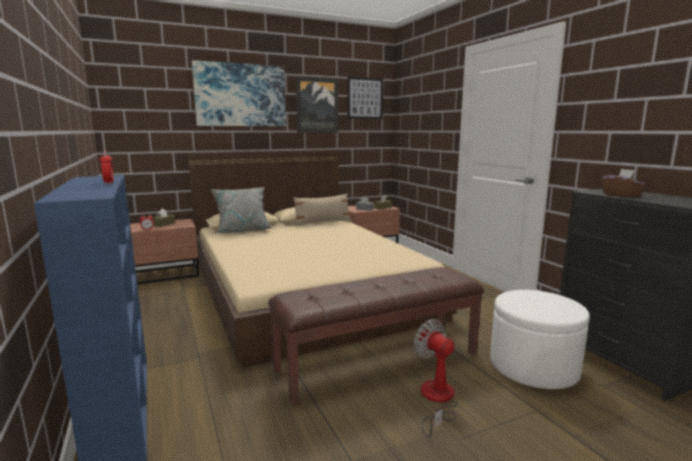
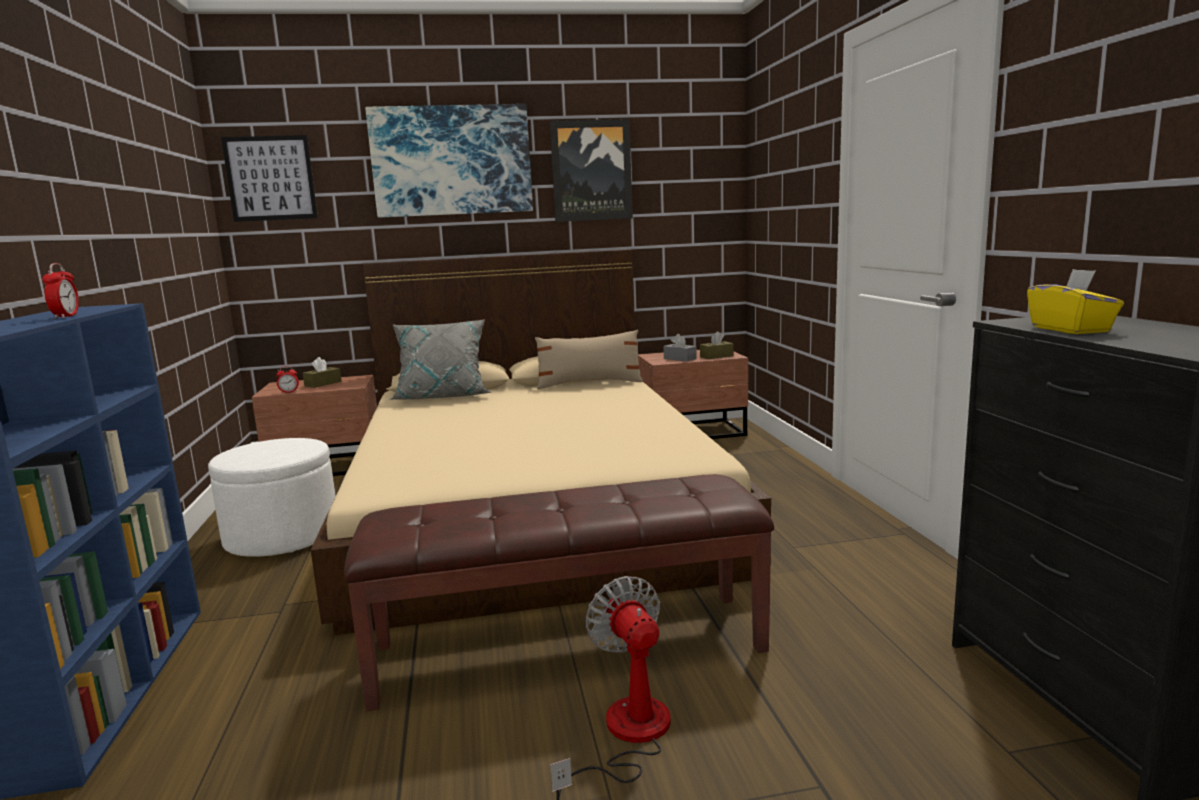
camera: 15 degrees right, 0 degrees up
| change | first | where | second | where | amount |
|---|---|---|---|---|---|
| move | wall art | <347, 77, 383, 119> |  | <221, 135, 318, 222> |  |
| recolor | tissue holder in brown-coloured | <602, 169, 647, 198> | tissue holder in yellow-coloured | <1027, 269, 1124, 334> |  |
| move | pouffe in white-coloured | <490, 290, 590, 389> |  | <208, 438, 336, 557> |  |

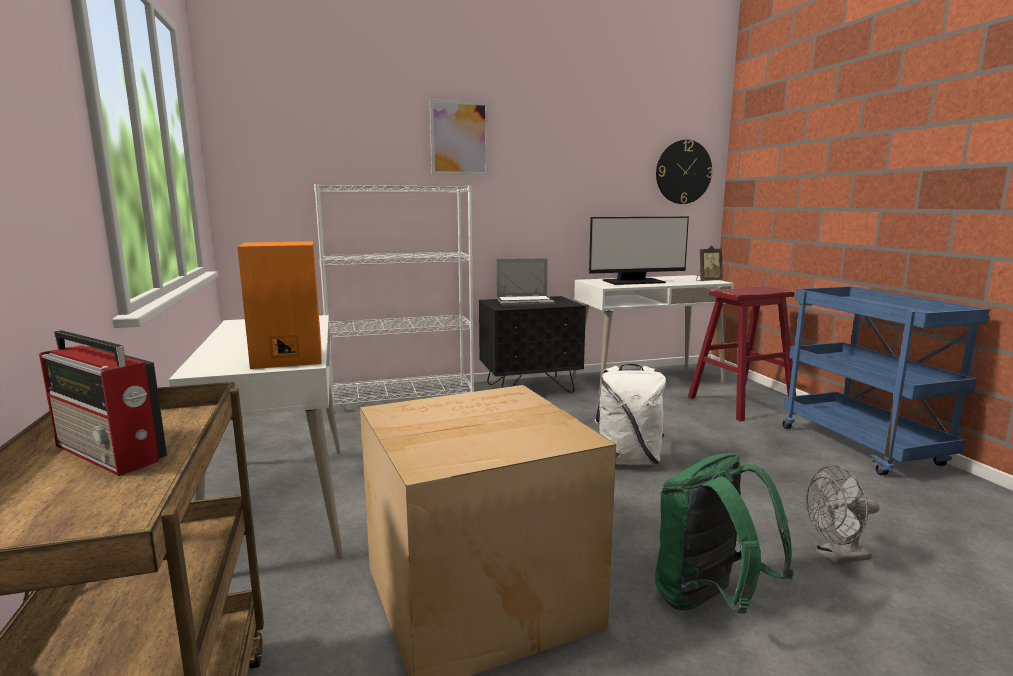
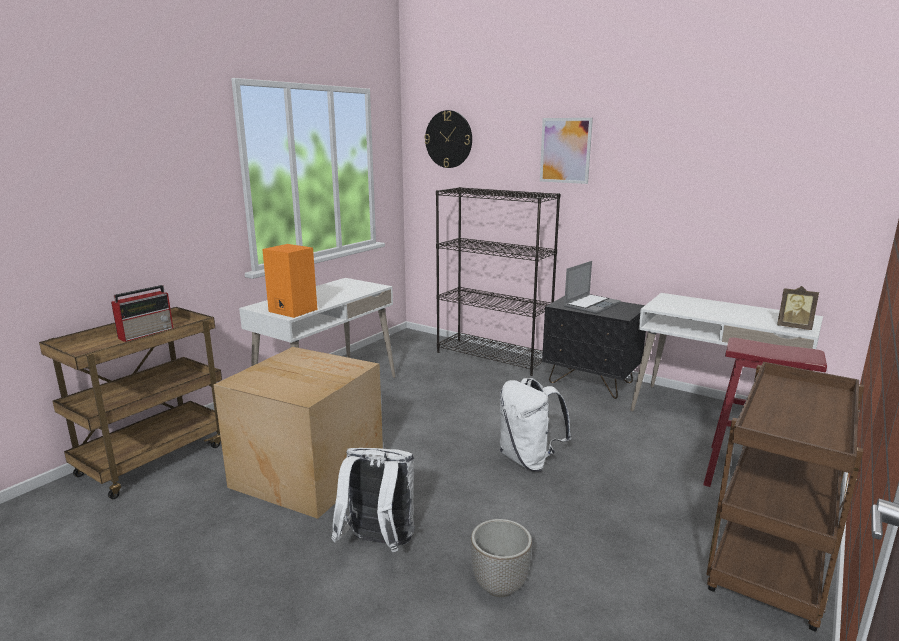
camera: 50 degrees right, 5 degrees up
| change | first | where | second | where | amount |
|---|---|---|---|---|---|
| move | wall clock | <656, 140, 713, 204> |  | <424, 110, 472, 168> |  |
| recolor | bookcase in white-coloured | <314, 184, 474, 407> | bookcase in black | <436, 187, 560, 376> |  |
| delete | computer display | <589, 217, 689, 285> |  |  |  |
| rotate | notebook computer | <497, 258, 555, 307> |  | <564, 261, 621, 314> | 90 degrees counterclockwise |
| recolor | trolley in blue | <783, 286, 990, 476> | trolley in brown-coloured | <706, 362, 864, 632> |  |
| rotate | radio | <39, 330, 167, 476> |  | <111, 285, 173, 342> | 135 degrees counterclockwise |
| recolor | backpack in green-coloured | <655, 453, 794, 614> | backpack in white-coloured | <331, 448, 415, 552> |  |
| replace | fan in grey | <805, 465, 880, 565> | planter | <471, 519, 532, 597> |  |

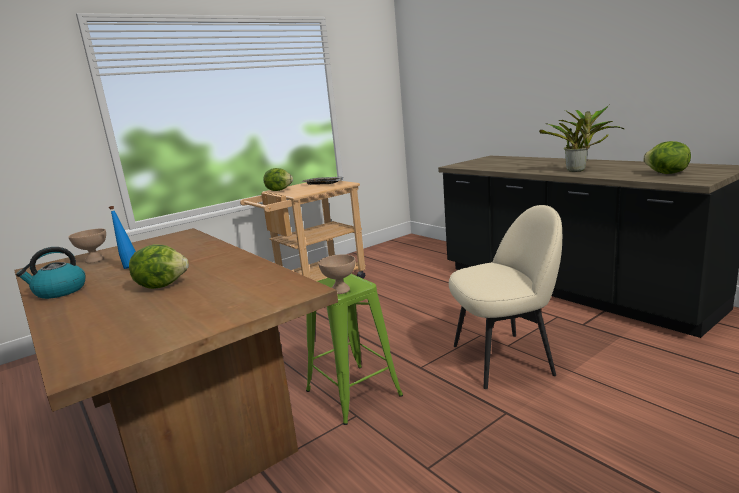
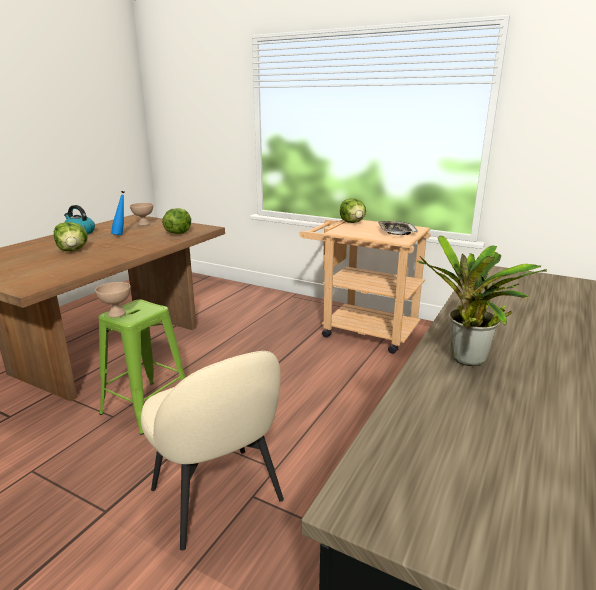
camera: 65 degrees right, 5 degrees up
| change | first | where | second | where | amount |
|---|---|---|---|---|---|
| move | lettuce head | <643, 141, 691, 174> |  | <162, 208, 191, 234> |  |

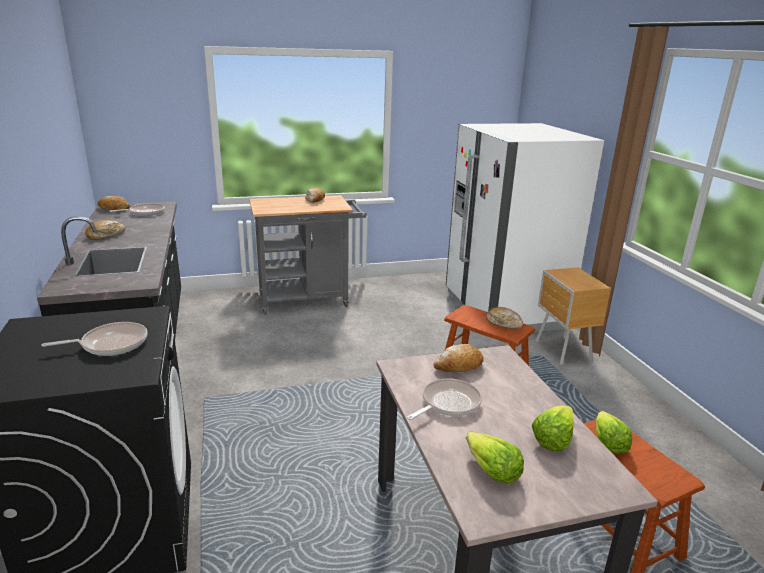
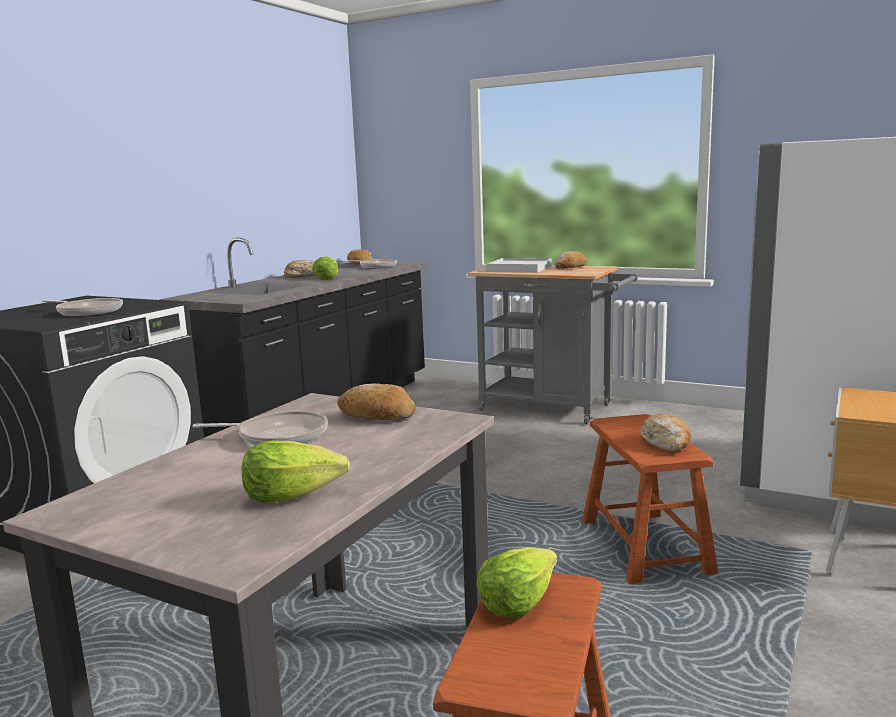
camera: 45 degrees right, 10 degrees down
| change | first | where | second | where | amount |
|---|---|---|---|---|---|
| move | lettuce head | <466, 432, 524, 484> |  | <312, 257, 338, 280> |  |
| insert |  |  | carrying tray in white-coloured | <486, 258, 551, 273> |  |

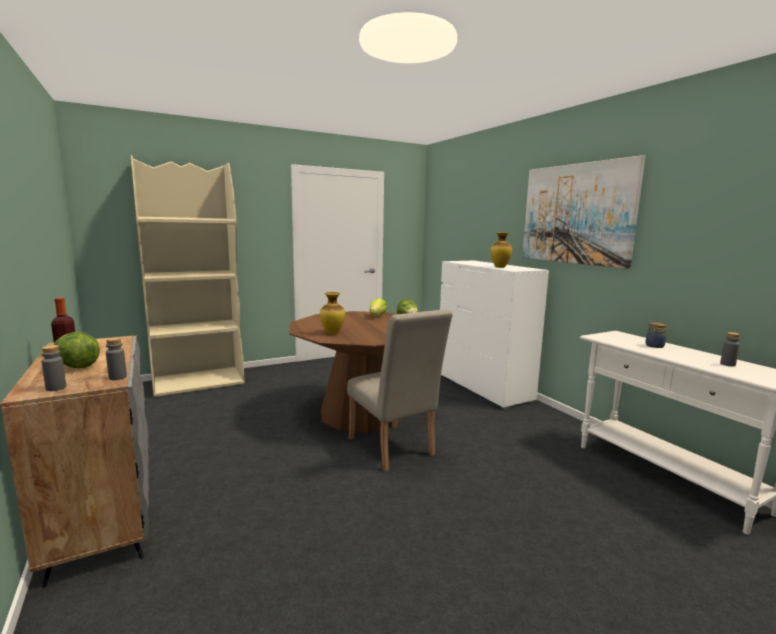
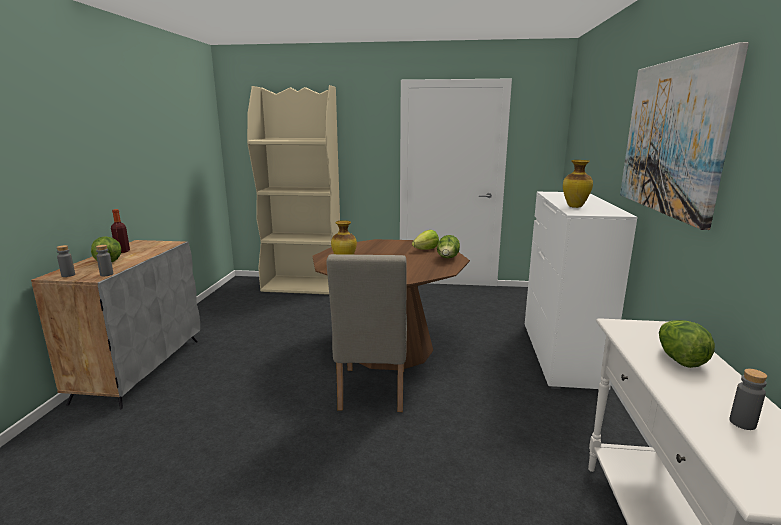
camera: 35 degrees right, 5 degrees up
| change | first | where | second | where | amount |
|---|---|---|---|---|---|
| replace | jar | <645, 322, 667, 348> | lettuce head | <659, 320, 715, 368> |  |

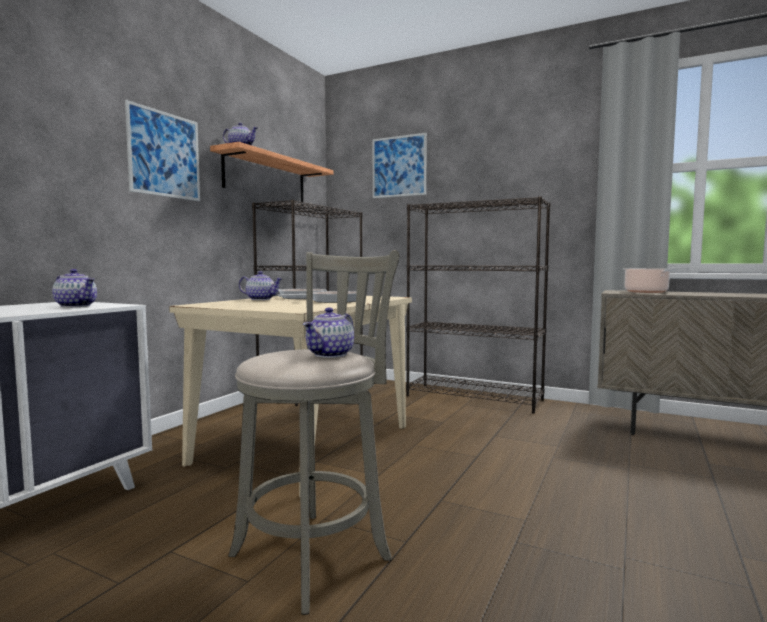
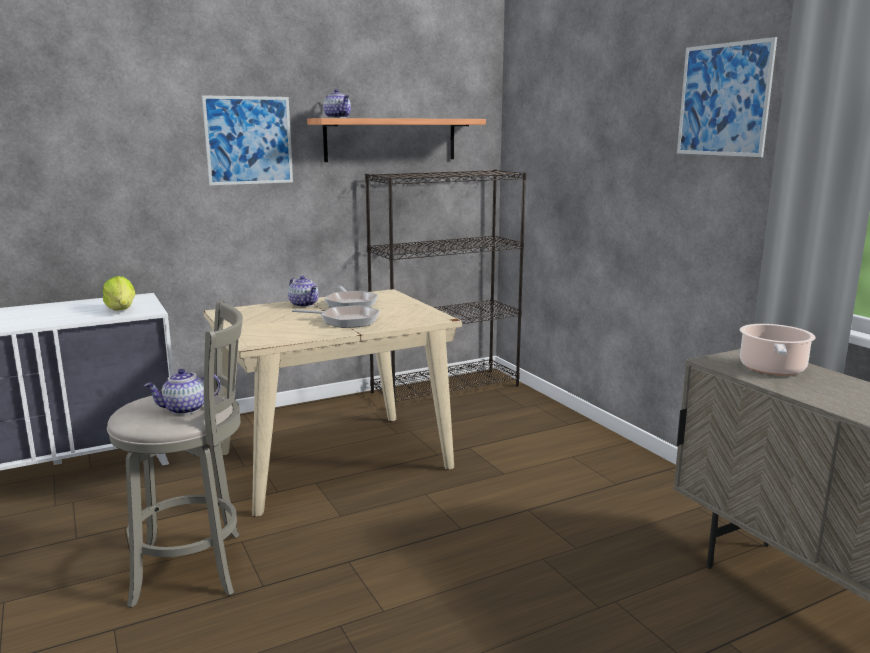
camera: 35 degrees right, 10 degrees up
| change | first | where | second | where | amount |
|---|---|---|---|---|---|
| move | wall art | <373, 133, 427, 198> |  | <677, 37, 777, 157> |  |
| delete | bookcase in black | <406, 196, 550, 413> |  |  |  |
| replace | teapot | <52, 269, 97, 307> | lettuce head | <103, 276, 136, 311> |  |

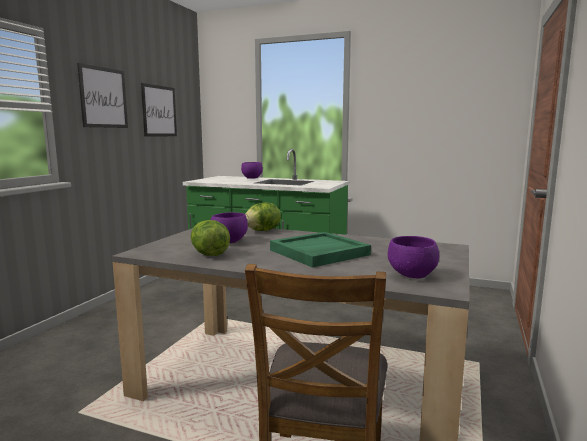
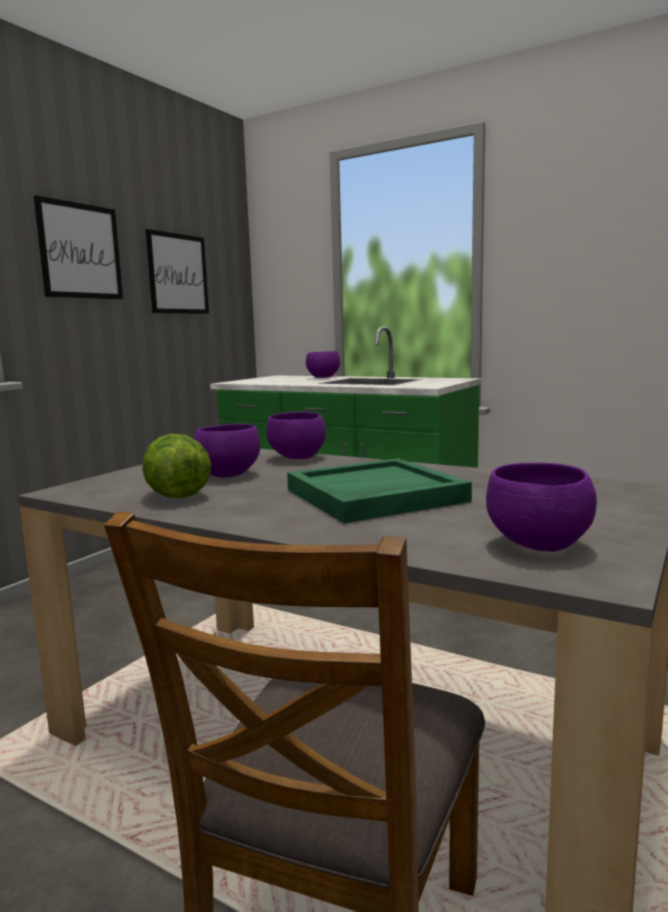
camera: 10 degrees right, 0 degrees up
| change | first | where | second | where | amount |
|---|---|---|---|---|---|
| replace | lettuce head | <245, 202, 281, 231> | bowl in purplish | <266, 412, 326, 459> |  |

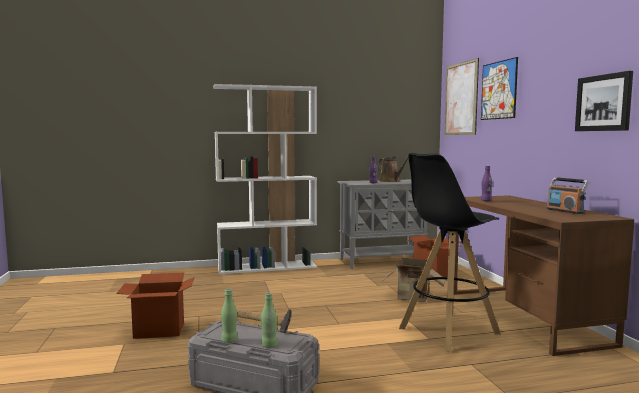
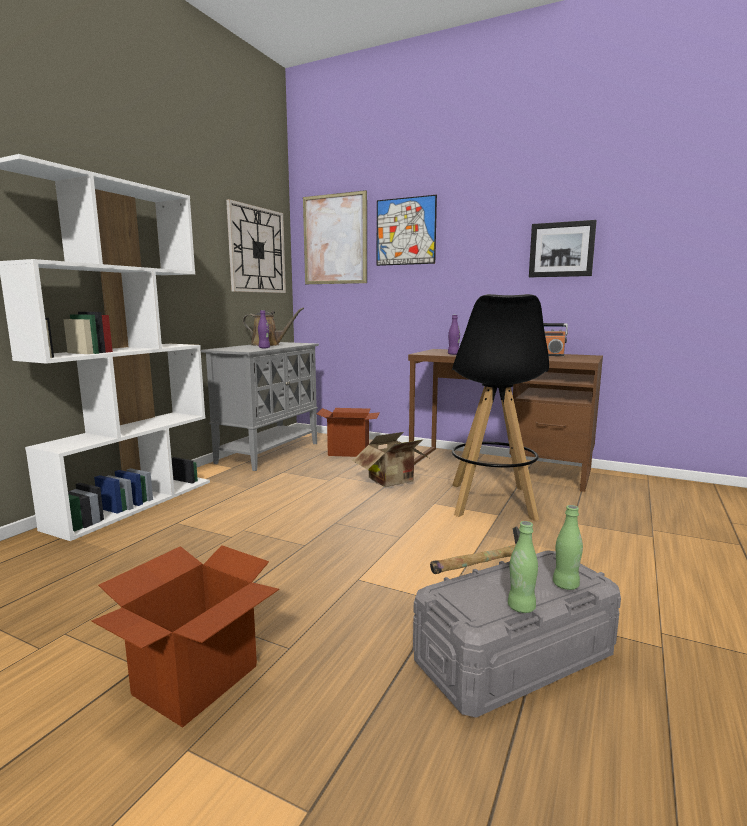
camera: 50 degrees left, 5 degrees up
| change | first | where | second | where | amount |
|---|---|---|---|---|---|
| insert |  |  | wall clock | <226, 199, 286, 293> |  |

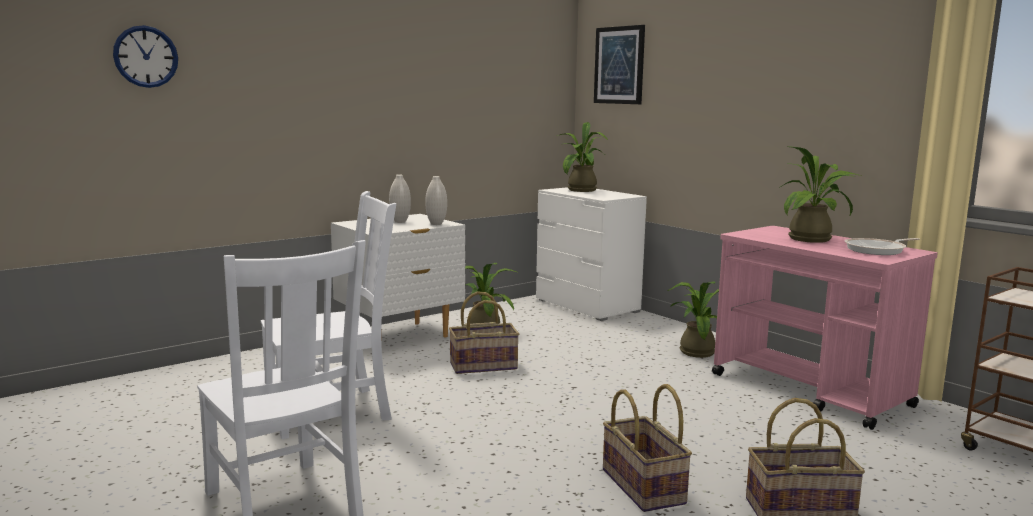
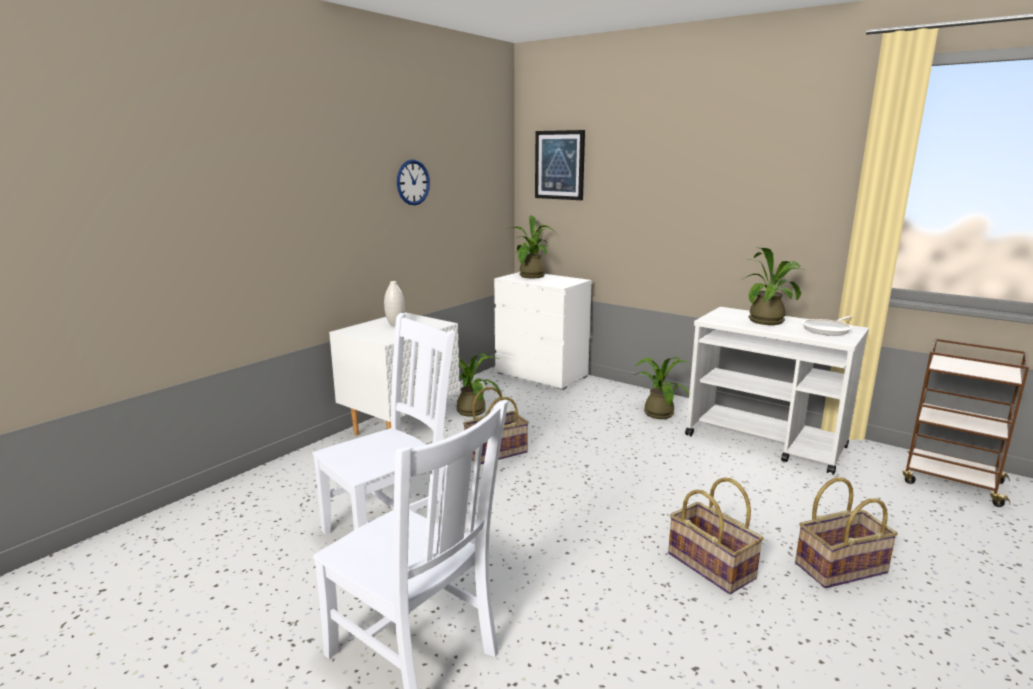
camera: 15 degrees left, 5 degrees up
| change | first | where | second | where | amount |
|---|---|---|---|---|---|
| move | wall clock | <113, 25, 178, 88> |  | <397, 160, 430, 205> |  |
| delete | decorative vase in white-coloured | <425, 176, 447, 225> |  |  |  |
| recolor | trolley in pink | <712, 226, 938, 430> | trolley in white-coloured | <685, 307, 869, 475> |  |

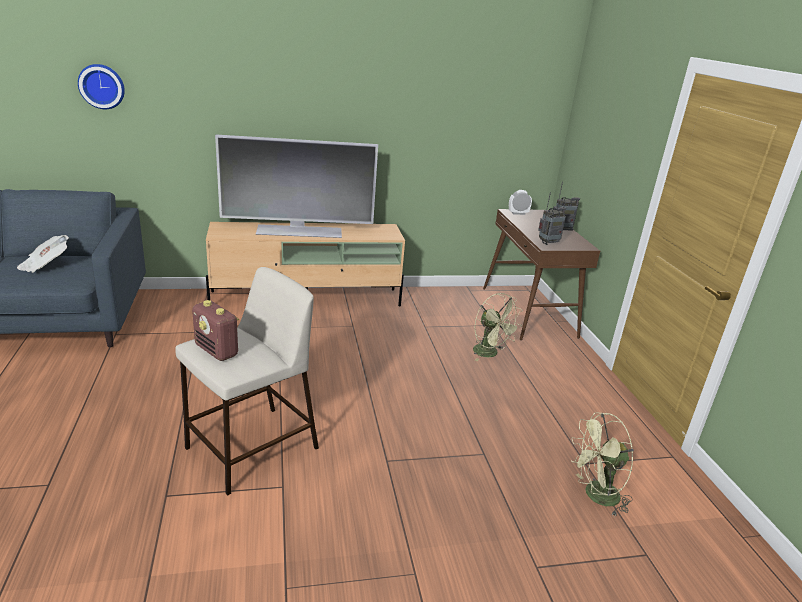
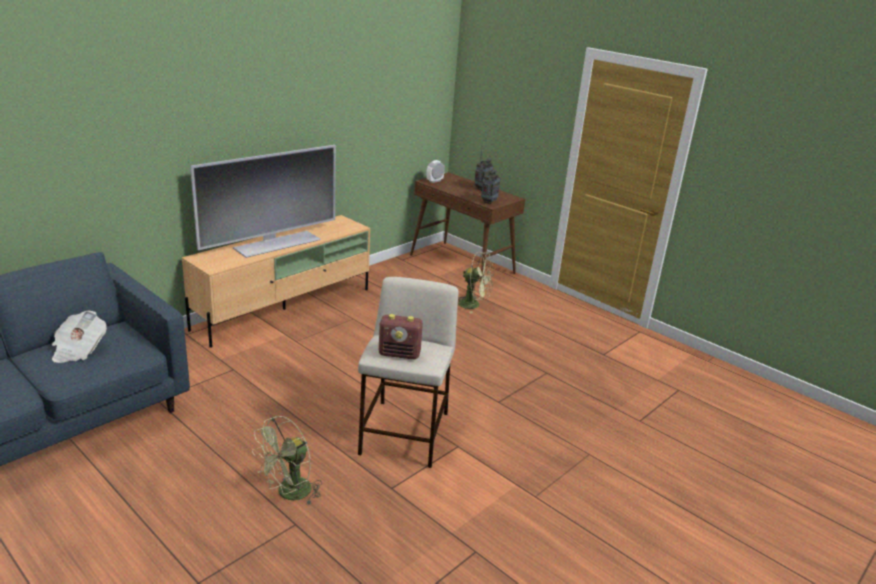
camera: 35 degrees left, 0 degrees up
| change | first | where | second | where | amount |
|---|---|---|---|---|---|
| delete | wall clock | <78, 64, 125, 109> |  |  |  |
| move | fan in green-coloured | <572, 412, 634, 516> |  | <252, 416, 322, 505> |  |

